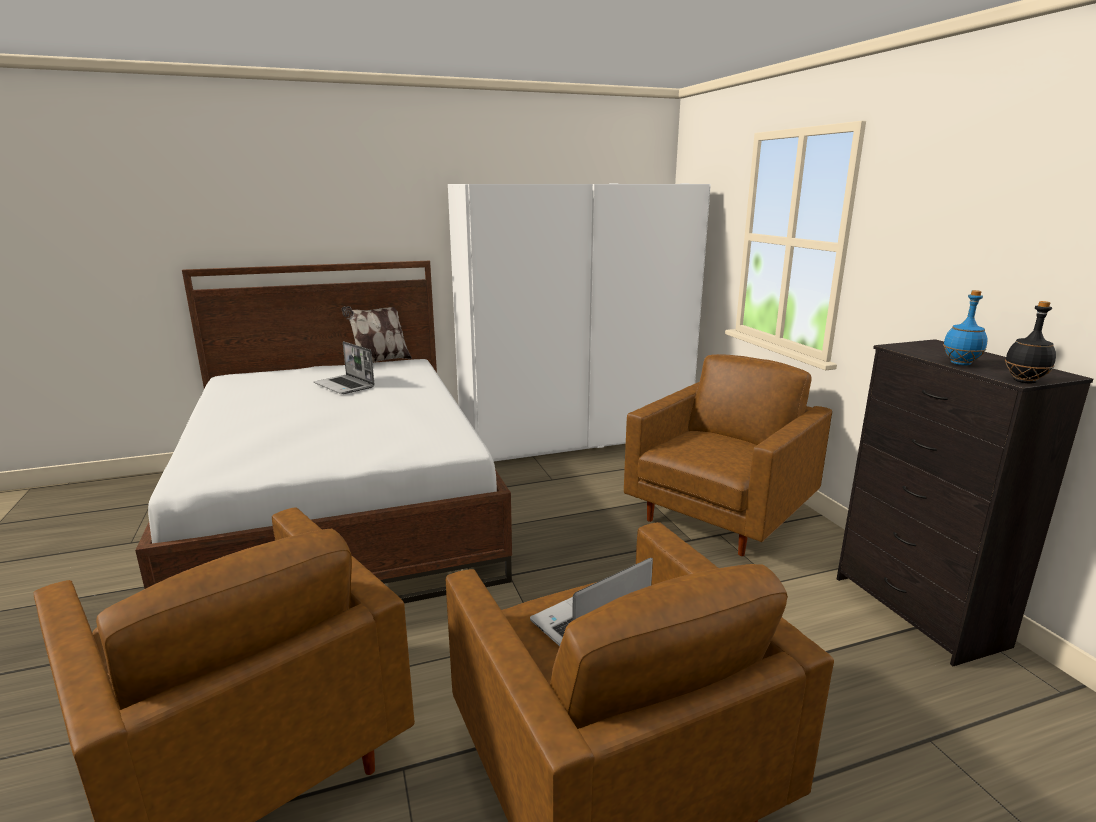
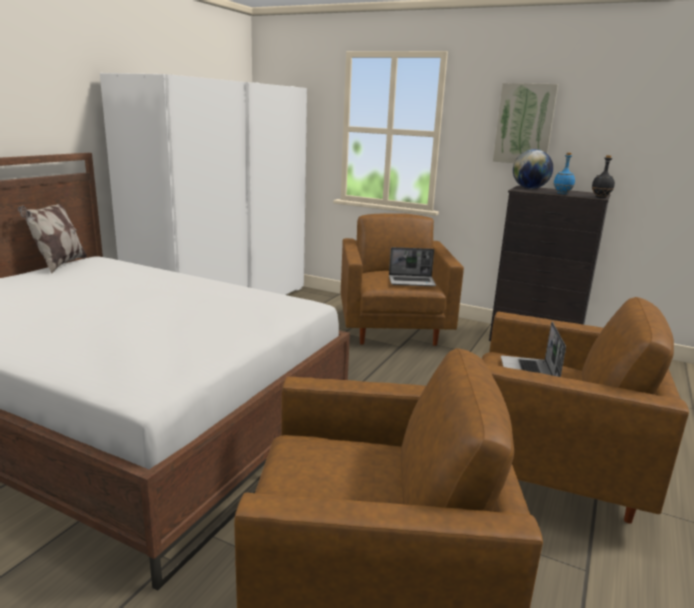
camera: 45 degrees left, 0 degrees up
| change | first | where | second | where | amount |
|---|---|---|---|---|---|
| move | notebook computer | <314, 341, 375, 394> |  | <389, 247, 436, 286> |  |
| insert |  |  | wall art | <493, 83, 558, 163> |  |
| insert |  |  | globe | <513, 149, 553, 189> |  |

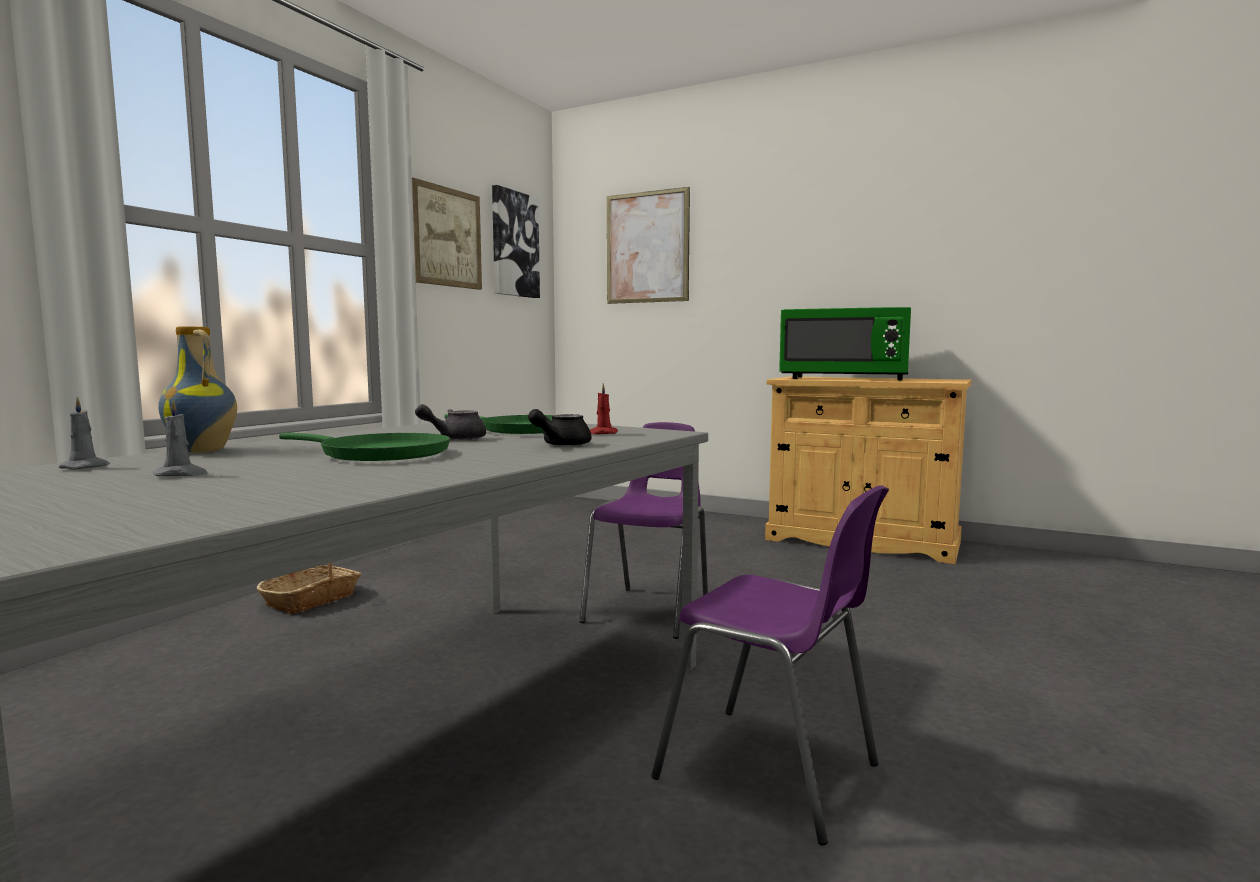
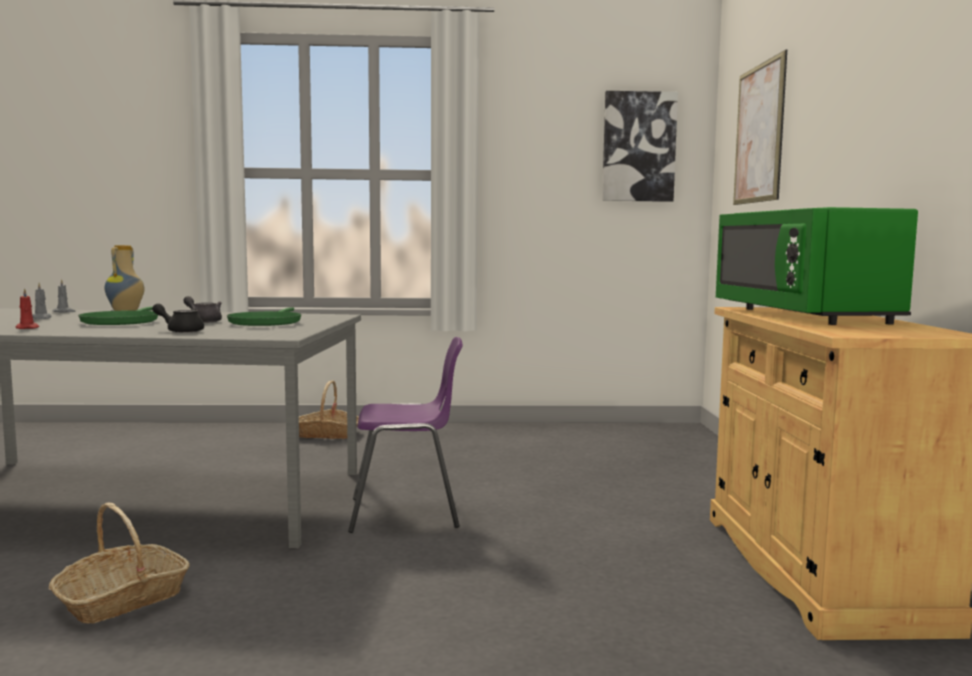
camera: 60 degrees right, 0 degrees up
| change | first | where | second | where | amount |
|---|---|---|---|---|---|
| delete | wall art | <412, 177, 482, 290> |  |  |  |
| move | wax candle in red-coloured | <590, 383, 618, 434> |  | <15, 288, 39, 329> |  |
| replace | plain chair in purplish | <651, 485, 889, 845> | storage basket | <49, 503, 190, 624> |  |

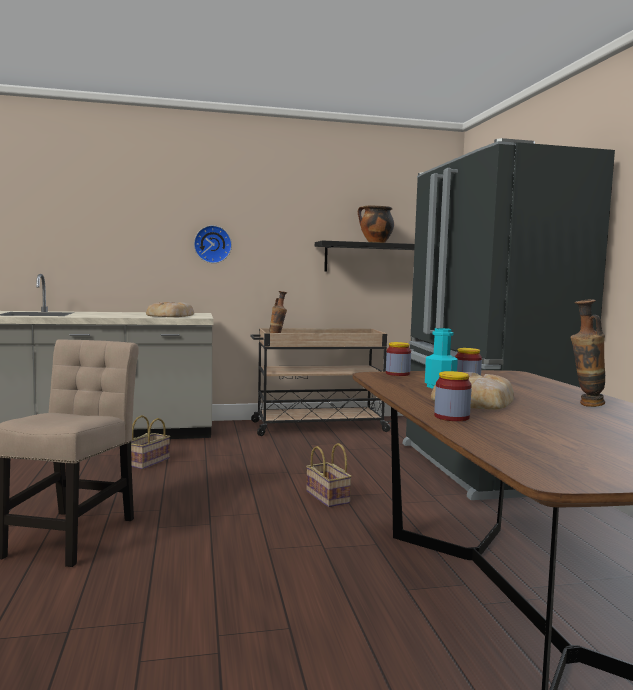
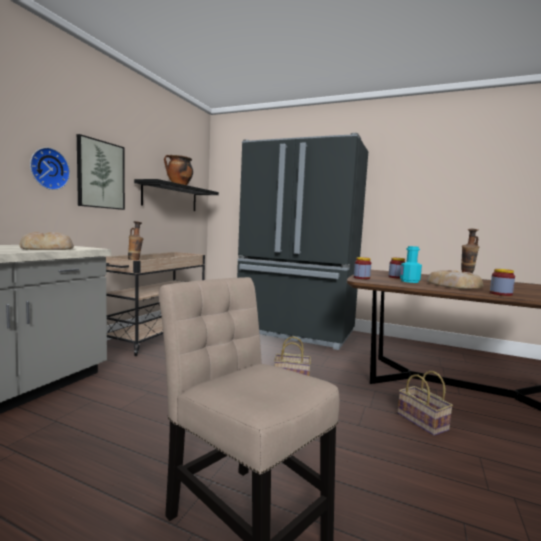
camera: 55 degrees left, 0 degrees up
| change | first | where | second | where | amount |
|---|---|---|---|---|---|
| move | storage basket | <131, 415, 170, 469> |  | <398, 371, 453, 436> |  |
| insert |  |  | wall art | <77, 134, 125, 210> |  |

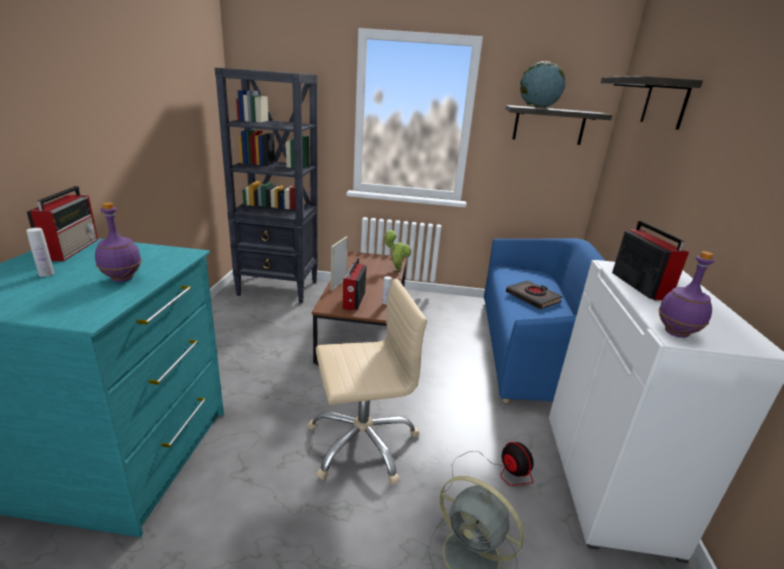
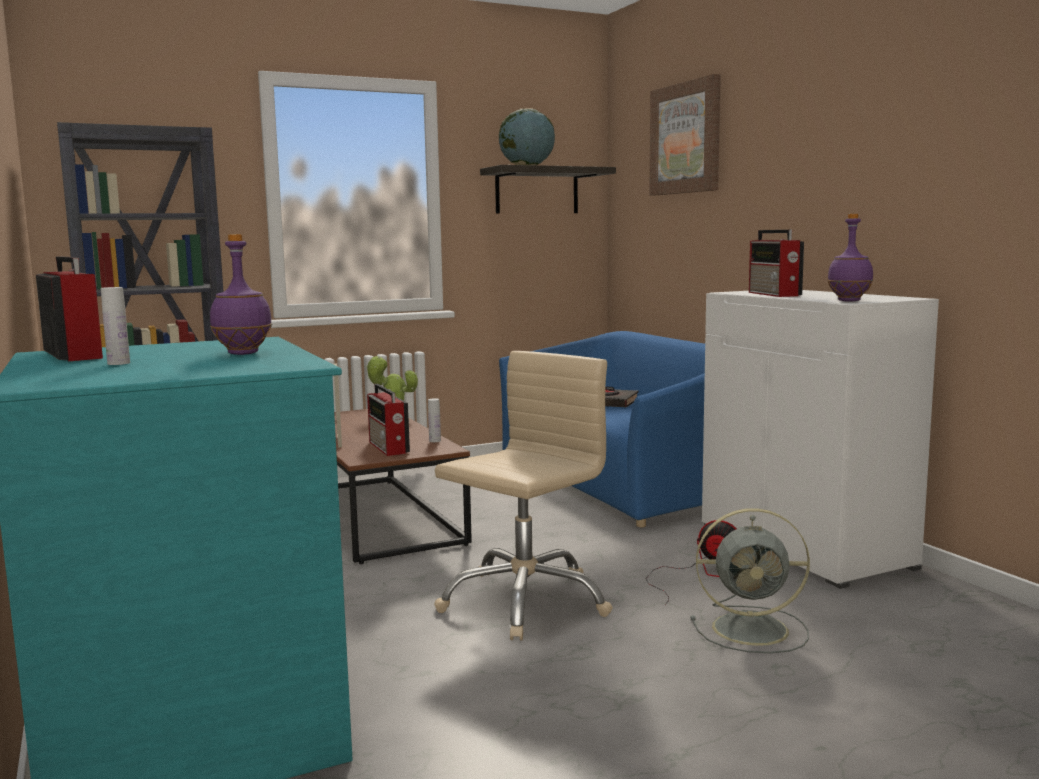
camera: 30 degrees left, 15 degrees down
| change | first | where | second | where | amount |
|---|---|---|---|---|---|
| replace | bracket shelf | <601, 76, 703, 130> | wall art | <649, 74, 721, 195> |  |
| rotate | radio | <612, 221, 689, 300> |  | <749, 230, 804, 297> | 150 degrees counterclockwise |

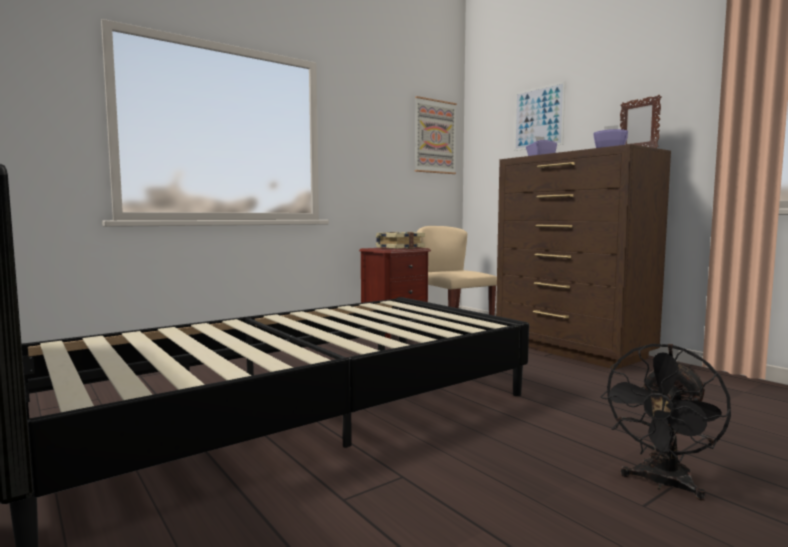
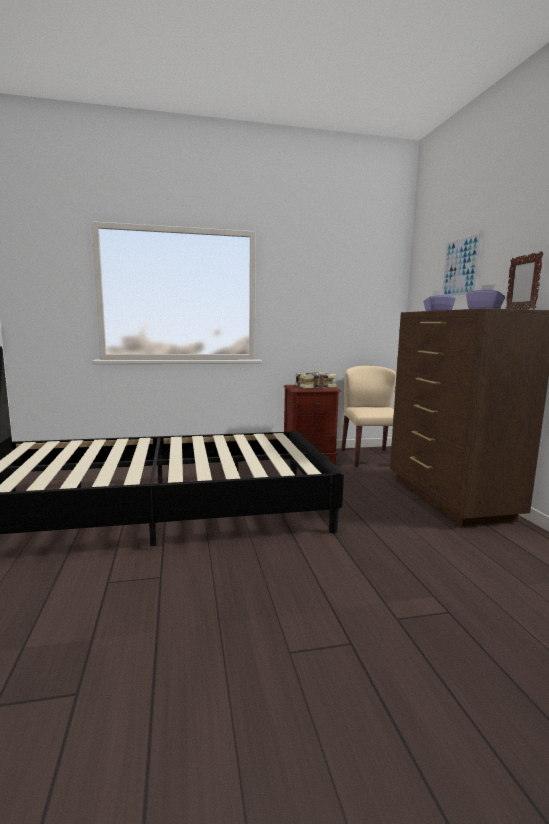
camera: 25 degrees right, 5 degrees up
| change | first | where | second | where | amount |
|---|---|---|---|---|---|
| delete | wall art | <415, 96, 457, 174> |  |  |  |
| delete | fan in black | <600, 344, 731, 500> |  |  |  |

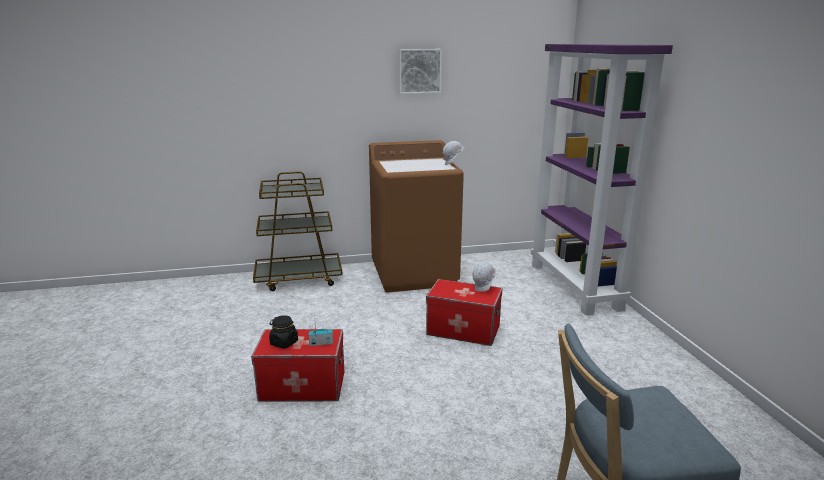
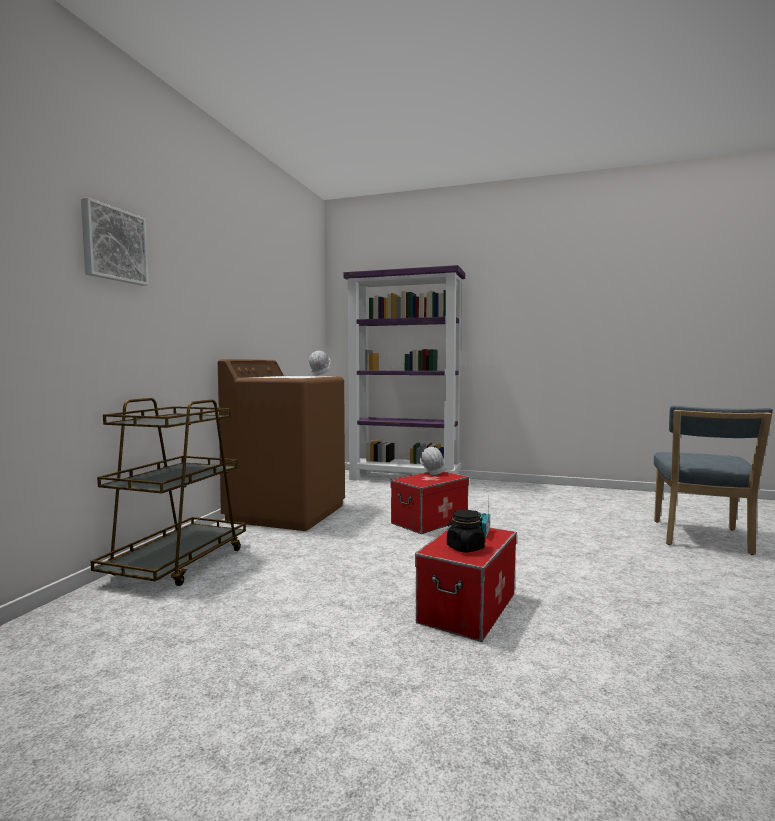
camera: 60 degrees left, 15 degrees down
| change | first | where | second | where | amount |
|---|---|---|---|---|---|
| move | wall art | <399, 49, 442, 94> |  | <81, 197, 149, 286> |  |

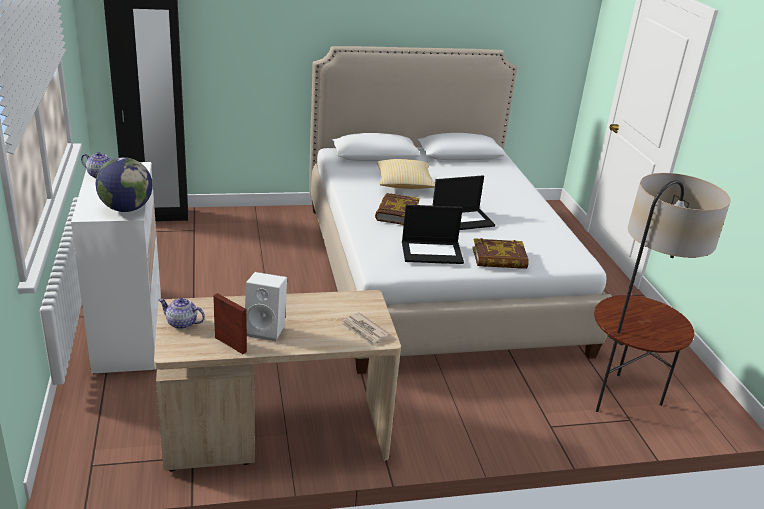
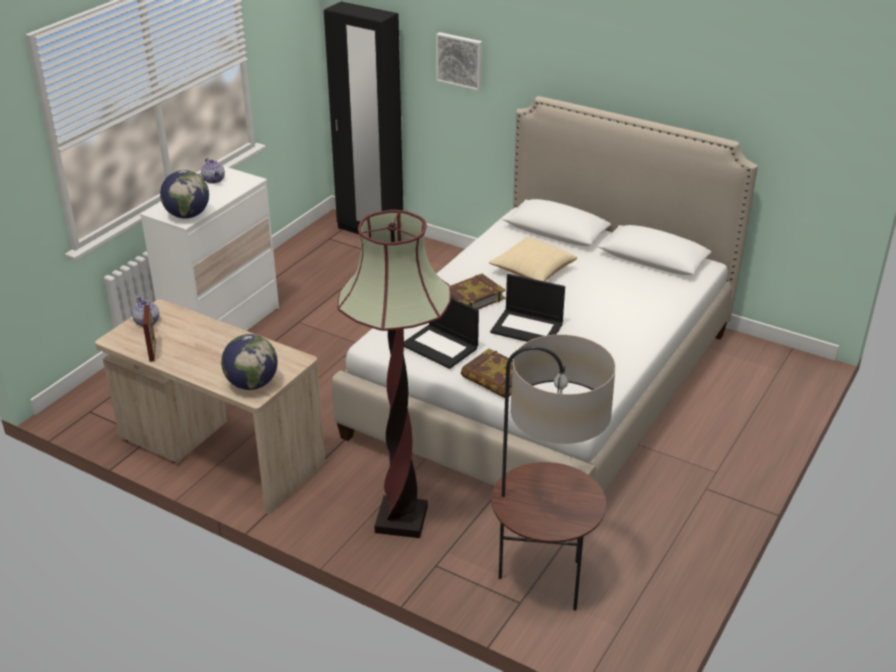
camera: 45 degrees right, 5 degrees up
| change | first | where | second | where | amount |
|---|---|---|---|---|---|
| delete | audio speaker in white-coloured | <245, 272, 287, 341> |  |  |  |
| replace | printed paper | <341, 312, 390, 347> | globe | <221, 334, 278, 390> |  |
| insert |  |  | wall art | <436, 32, 482, 91> |  |
| insert |  |  | standard lamp | <337, 210, 451, 538> |  |

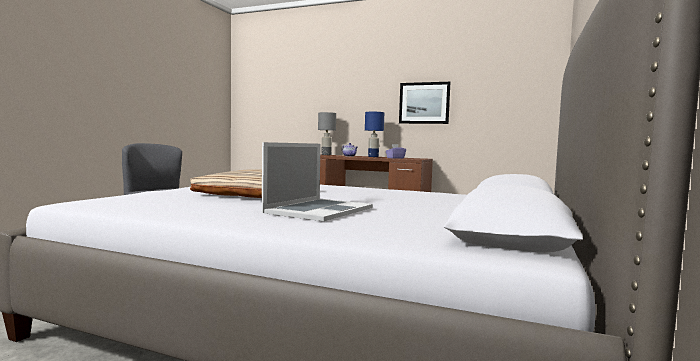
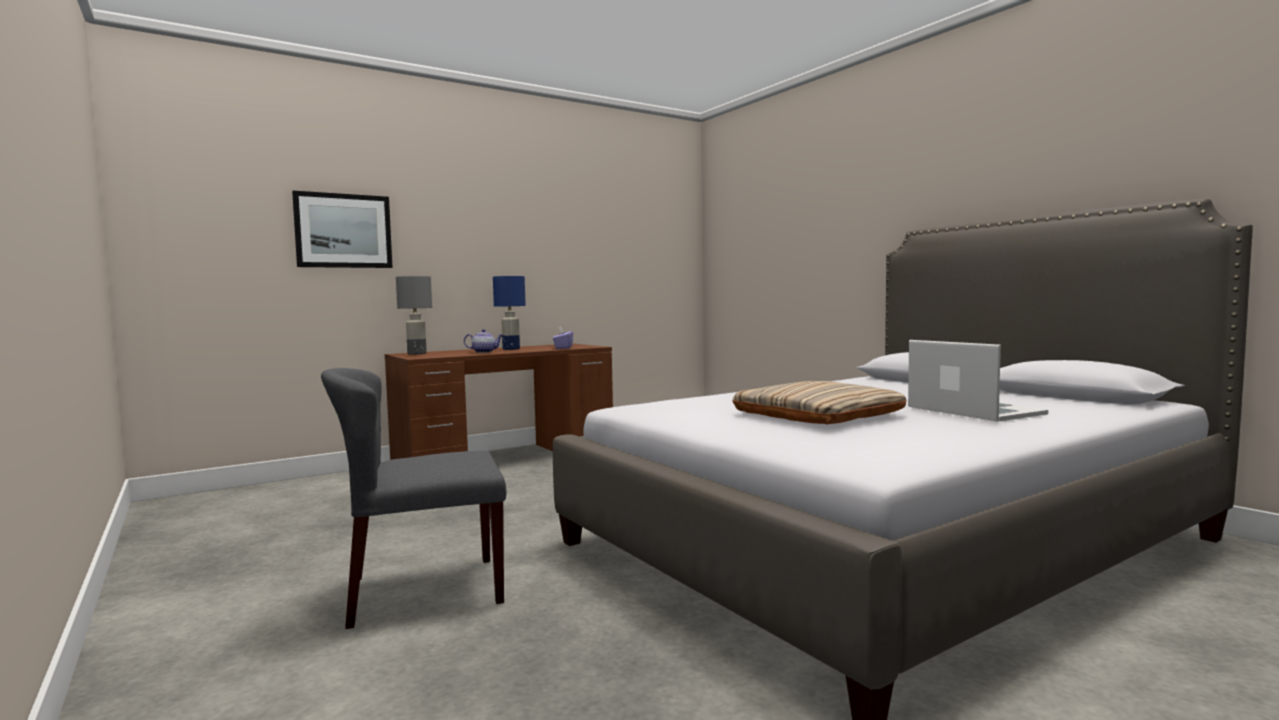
camera: 55 degrees left, 0 degrees up
| change | first | where | second | where | amount |
|---|---|---|---|---|---|
| move | wall art | <399, 82, 450, 124> |  | <292, 191, 393, 268> |  |

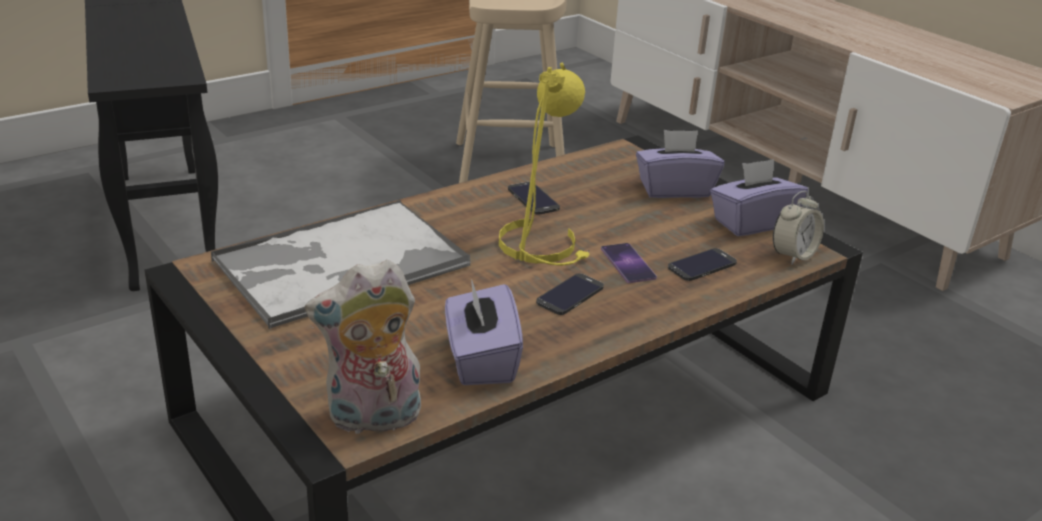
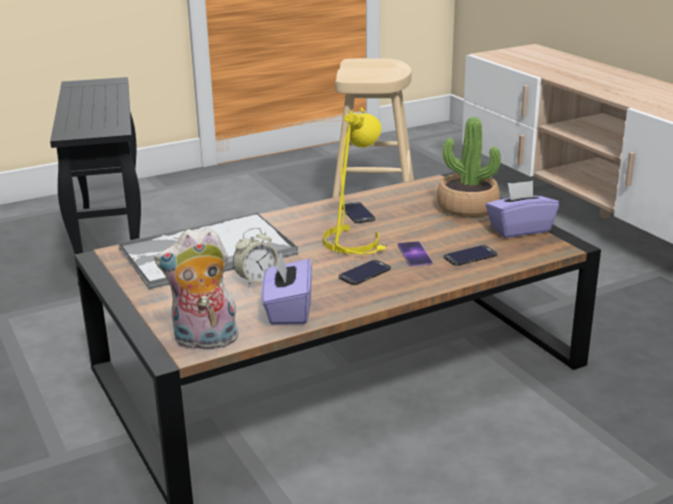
camera: 10 degrees right, 5 degrees down
| change | first | where | second | where | amount |
|---|---|---|---|---|---|
| replace | tissue holder in purplish | <636, 130, 724, 198> | houseplant | <437, 117, 501, 217> |  |
| move | bedside clock | <773, 191, 824, 265> |  | <233, 228, 279, 287> |  |

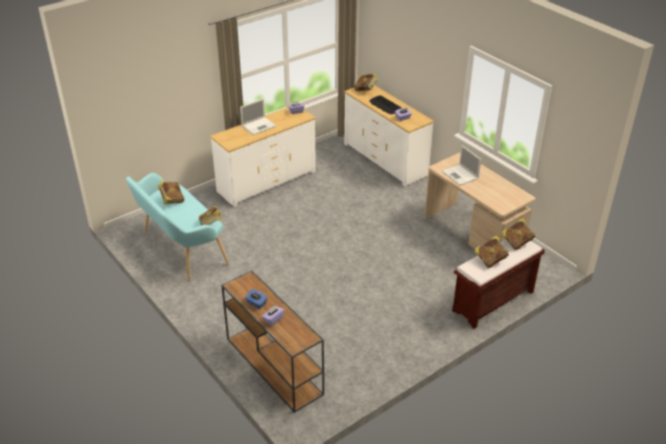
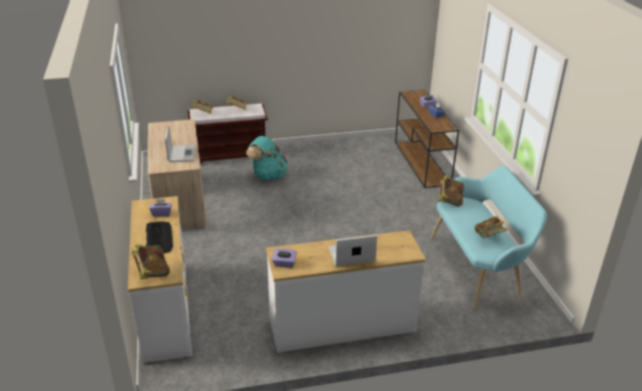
camera: 155 degrees left, 5 degrees down
| change | first | where | second | where | amount |
|---|---|---|---|---|---|
| insert |  |  | backpack in blue-green | <246, 136, 288, 180> |  |

